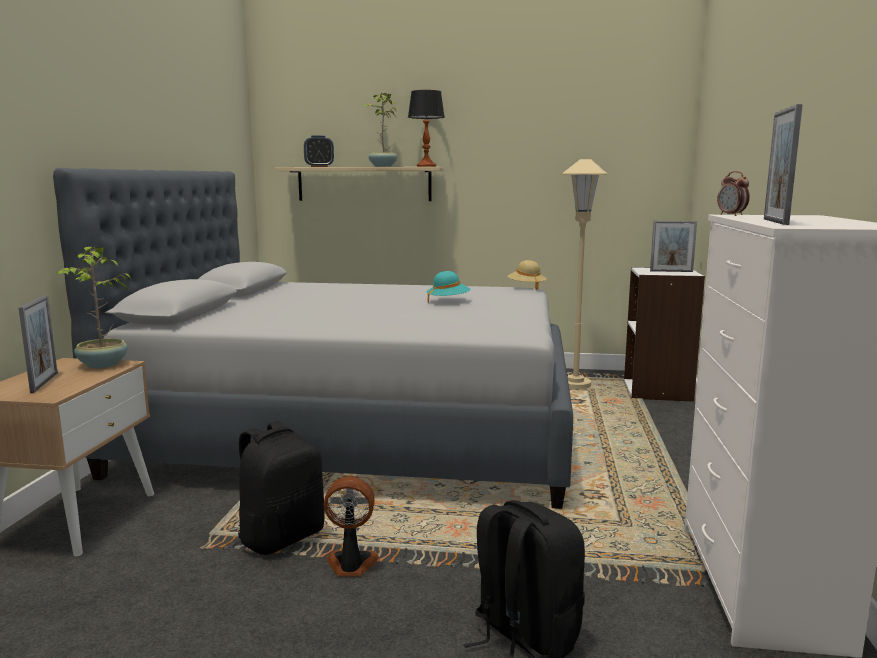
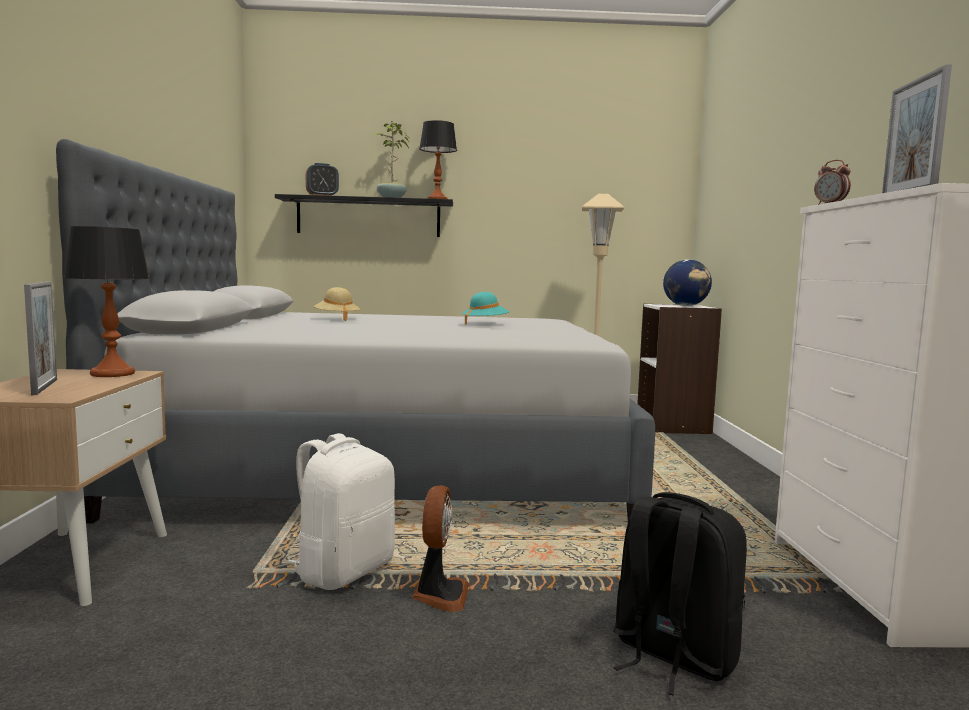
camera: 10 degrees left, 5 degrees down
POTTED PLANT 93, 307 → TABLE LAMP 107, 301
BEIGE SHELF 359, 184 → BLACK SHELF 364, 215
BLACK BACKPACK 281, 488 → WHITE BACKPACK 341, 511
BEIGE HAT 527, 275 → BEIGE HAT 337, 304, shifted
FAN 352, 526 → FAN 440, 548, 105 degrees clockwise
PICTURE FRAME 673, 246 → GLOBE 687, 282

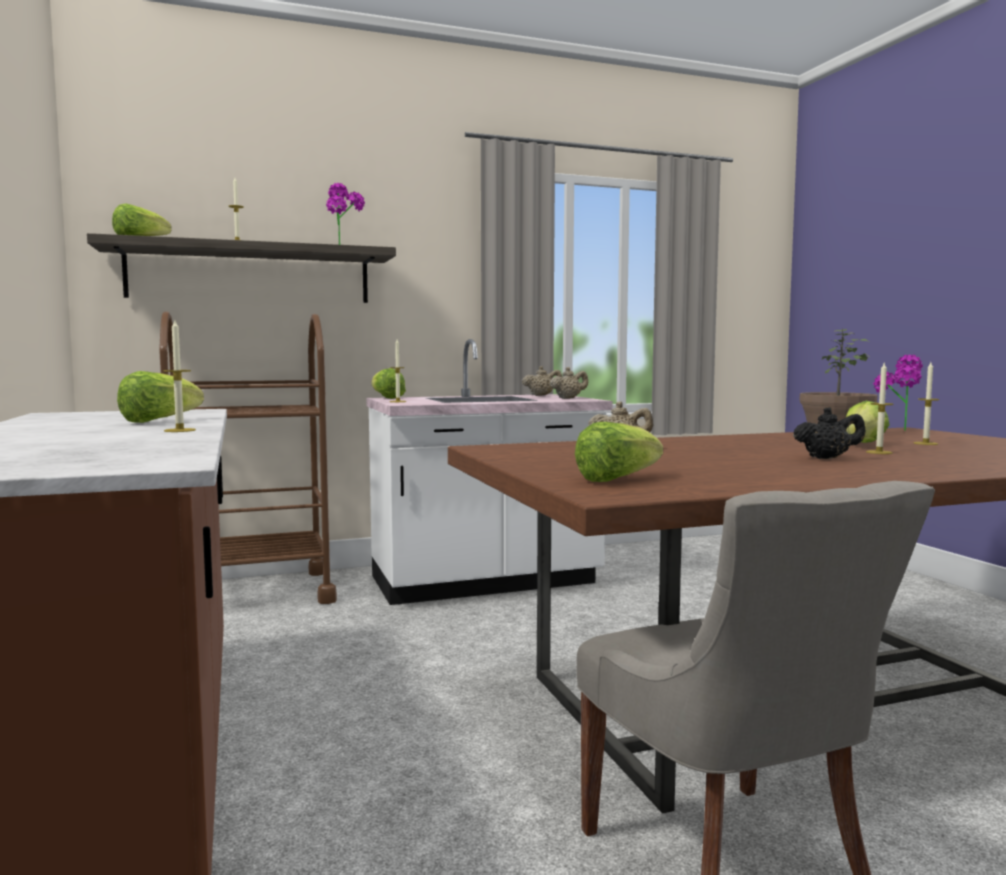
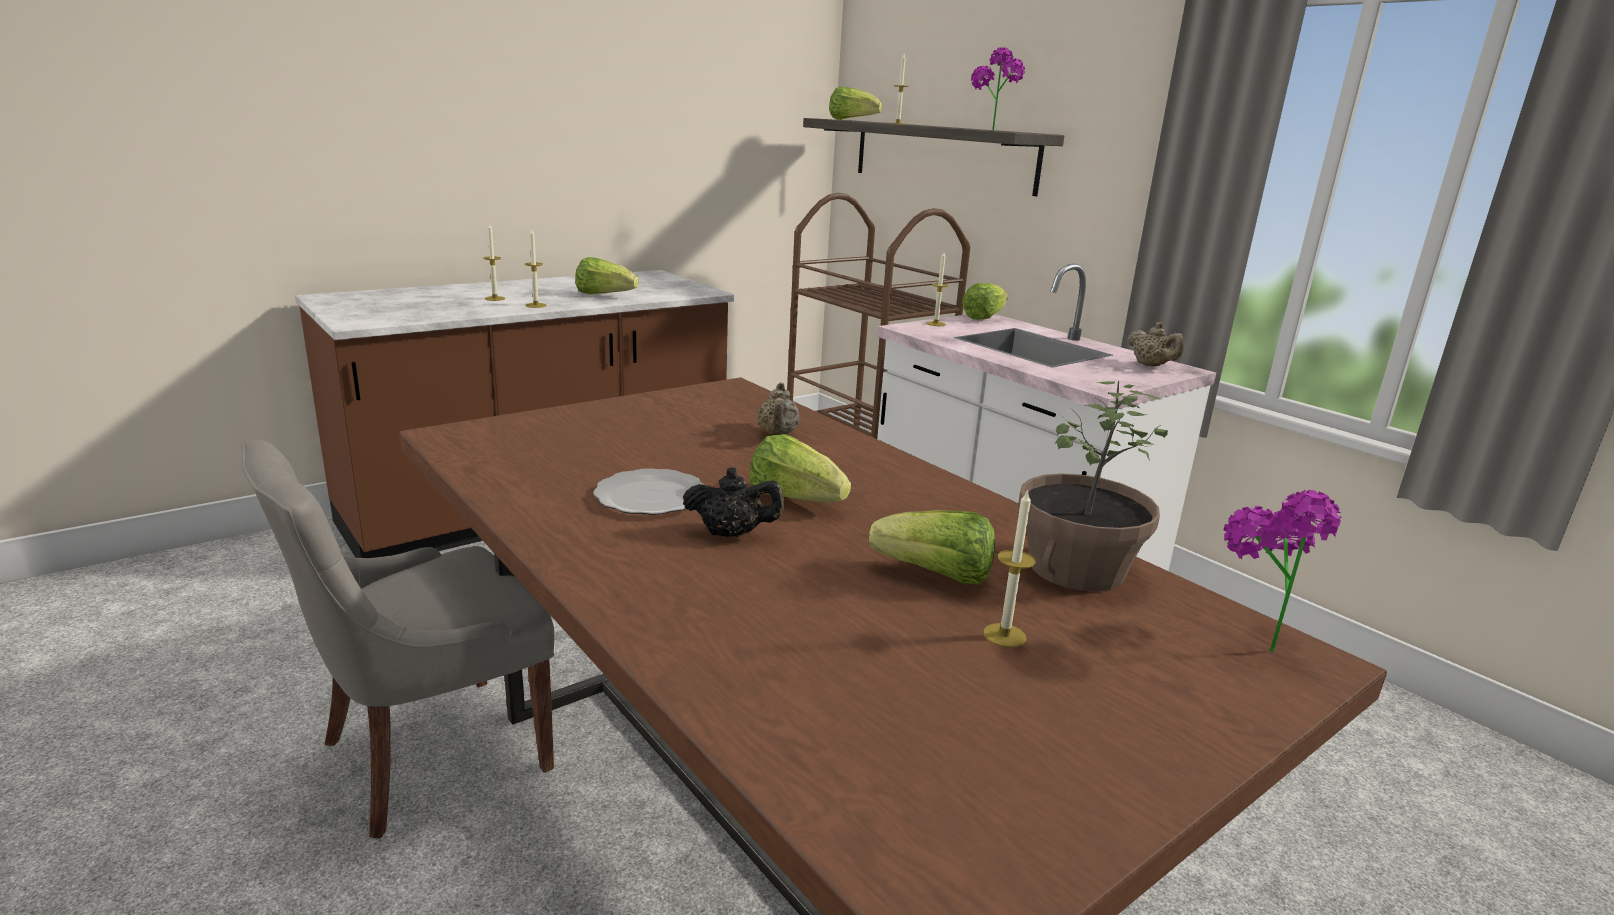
camera: 70 degrees right, 15 degrees up
CANDLE 879, 408 → CANDLE 494, 261, shifted
- → PLATE 649, 491
BLACK TEAPOT 829, 433 → BLACK TEAPOT 734, 502, 60 degrees counterclockwise
LETTUCE 619, 452 → LETTUCE 800, 468, shifted
BEIGE TEAPOT 569, 383 → -

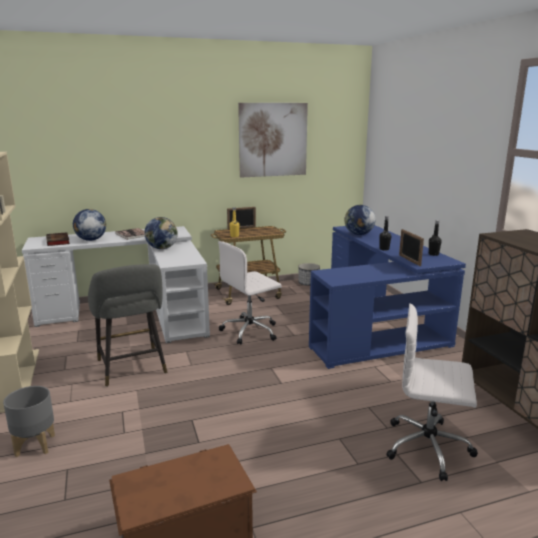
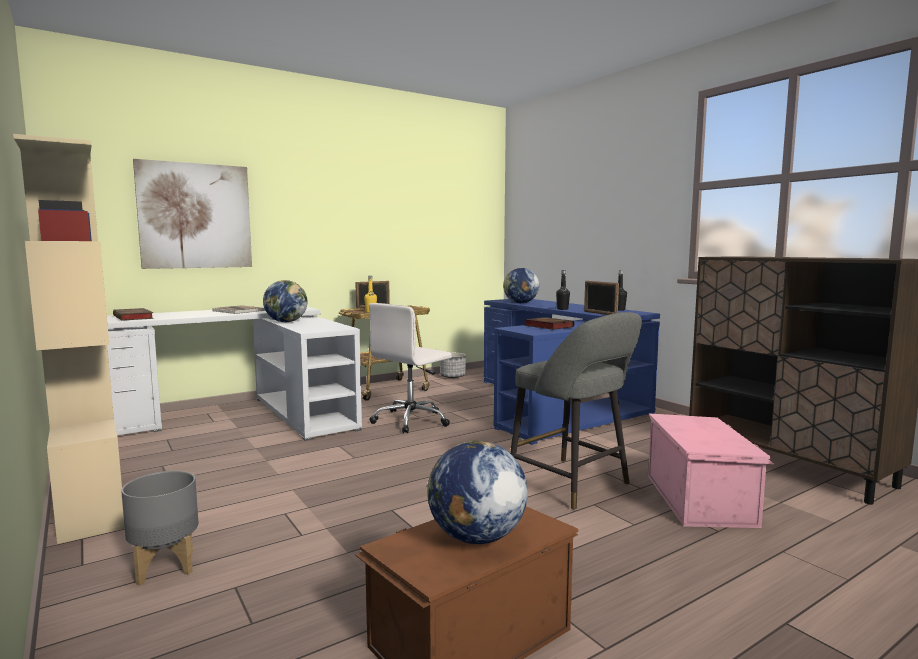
camera: 15 degrees left, 10 degrees down
PICTURE 273, 140 → PICTURE 192, 214, shifted
GLOBE 89, 225 → GLOBE 477, 492, shifted
GREY STOOL 127, 325 → GREY STOOL 576, 411, shifted
- → BOOK 549, 323
WHITE OFFICE CHAIR 432, 392 → PINK STORAGE BOX 711, 471

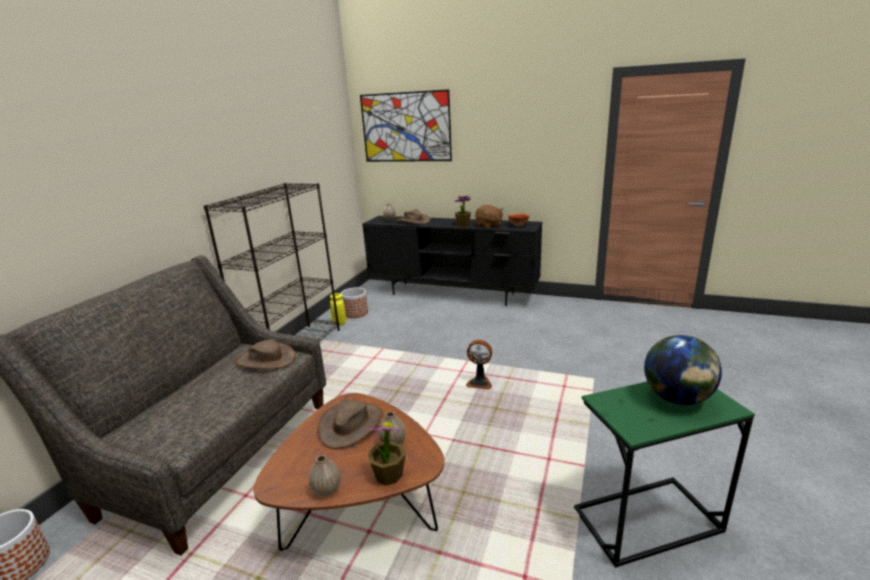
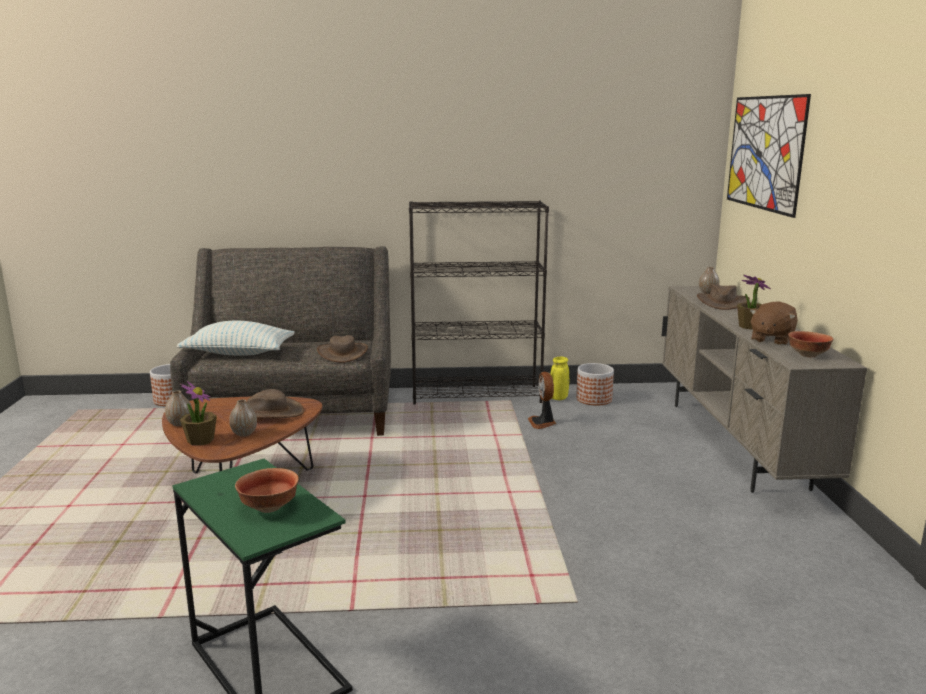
camera: 65 degrees right, 5 degrees down
- → PILLOW 236, 338
GLOBE 683, 370 → BOWL 267, 490
FAN 479, 364 → FAN 542, 400, shifted
BLACK TV STAND 452, 261 → BEIGE TV STAND 764, 389

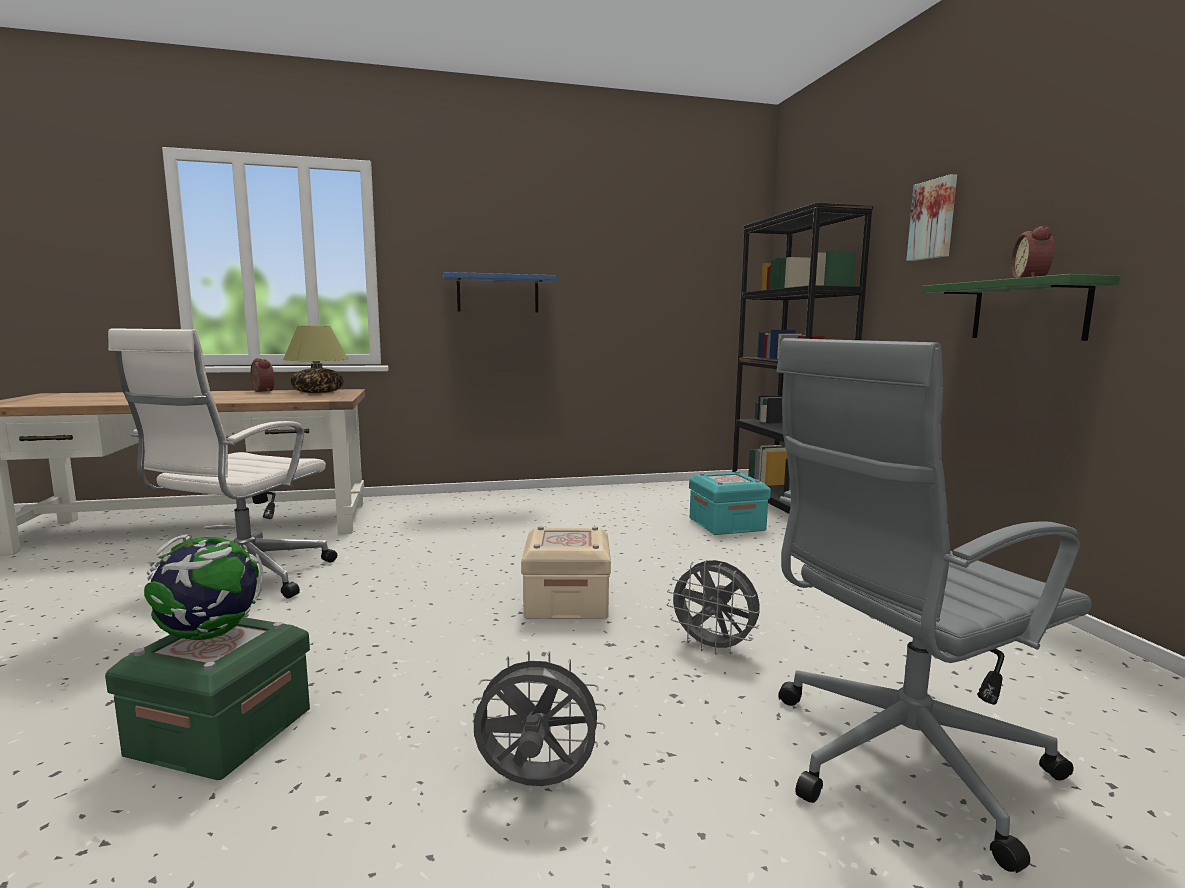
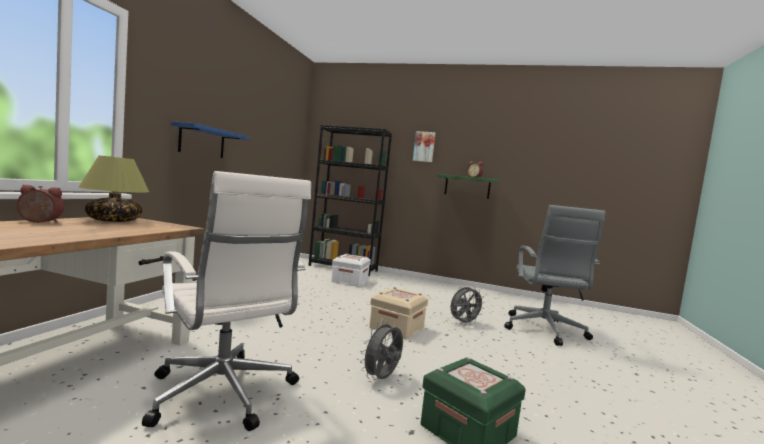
camera: 60 degrees left, 5 degrees down
TURQUOISE STORAGE BOX 730, 503 → WHITE STORAGE BOX 351, 270
GREY FAN 539, 718 → GREY FAN 381, 349, shifted
GLOBE 204, 582 → -

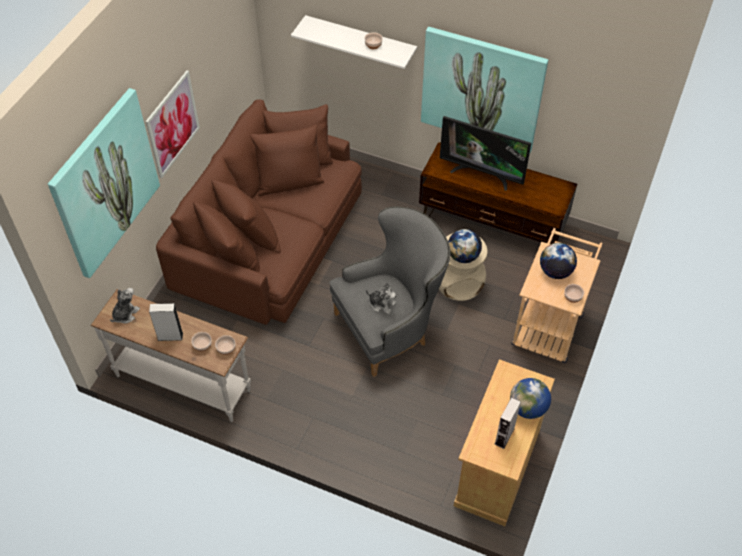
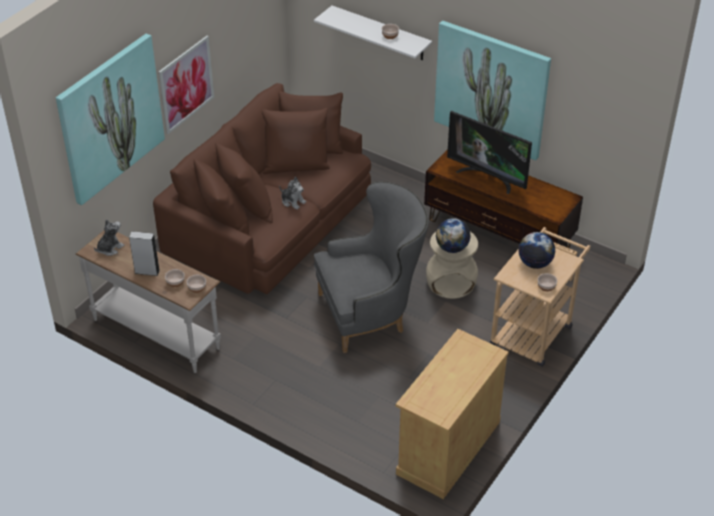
camera: 10 degrees right, 10 degrees down
PLUSH TOY 381, 298 → PLUSH TOY 292, 193, shifted
GREY SPEAKER 507, 423 → -
GLOBE 530, 398 → -

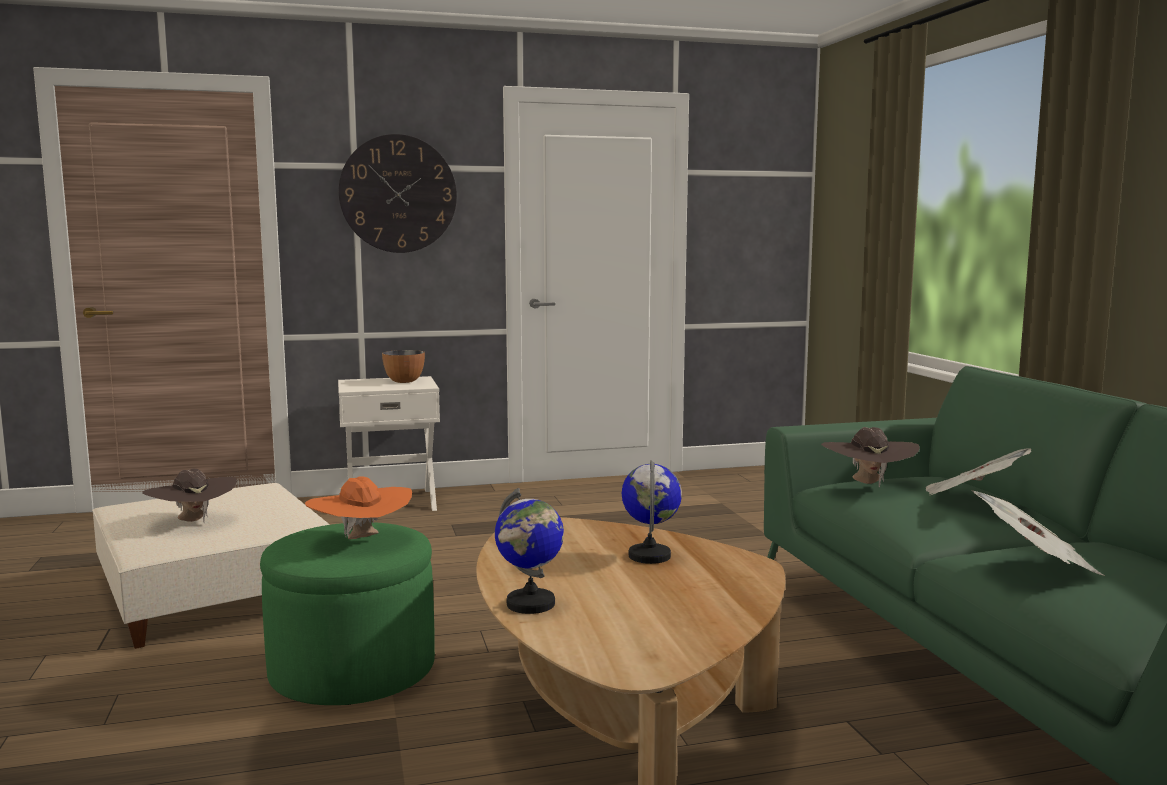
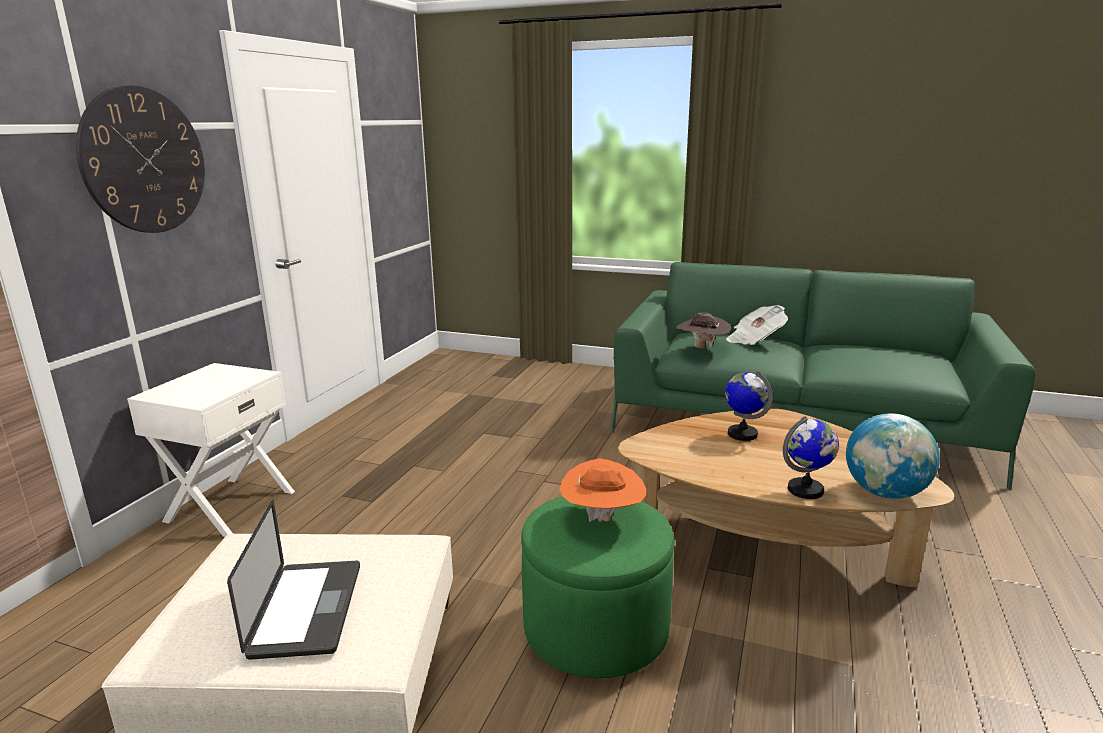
camera: 55 degrees left, 10 degrees up
BROWN HAT 189, 495 → LAPTOP 293, 580
- → GLOBE 893, 456
BOWL 403, 366 → -
NEWSPAPER 1038, 533 → -

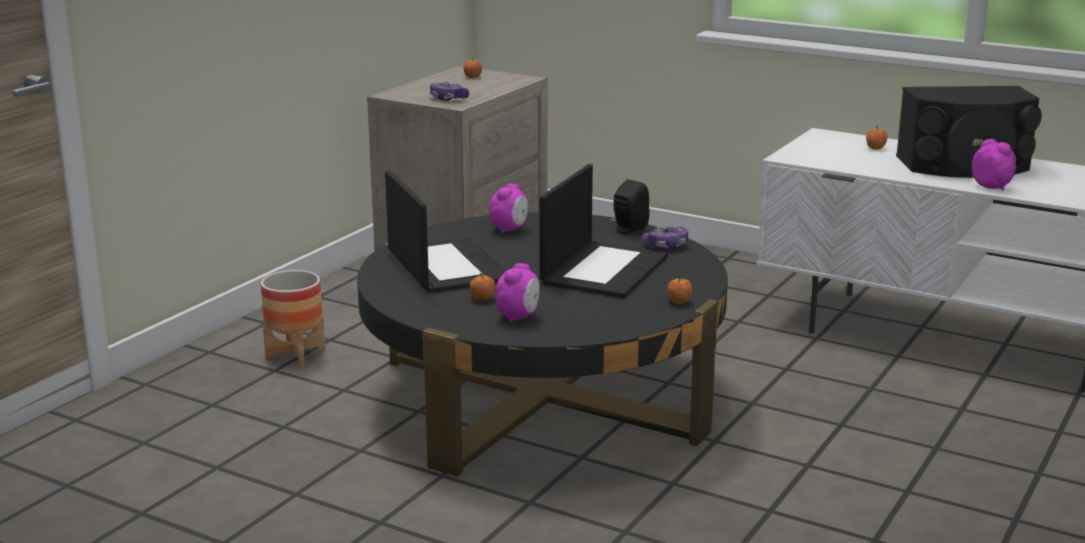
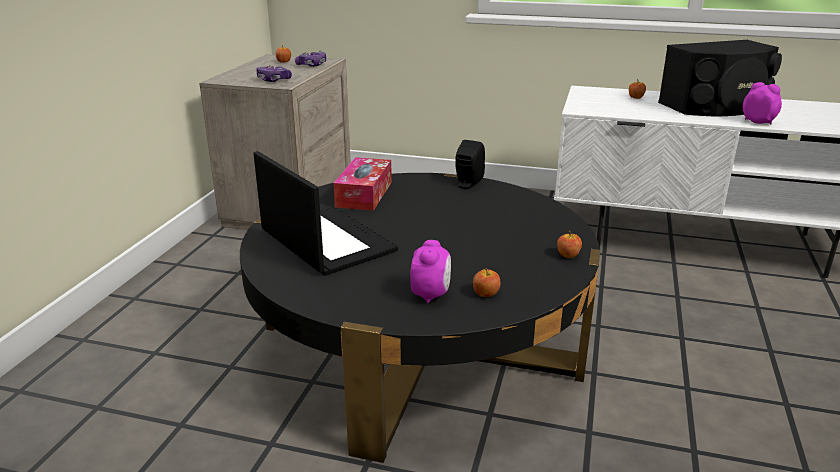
camera: 15 degrees left, 5 degrees up
GAME CONTROLLER 665, 237 → GAME CONTROLLER 310, 58, shifted
ALARM CLOCK 508, 208 → TISSUE BOX 362, 184
APPLE 482, 287 → APPLE 486, 282, shifted
PLANTER 293, 318 → -
LAPTOP 604, 231 → -

